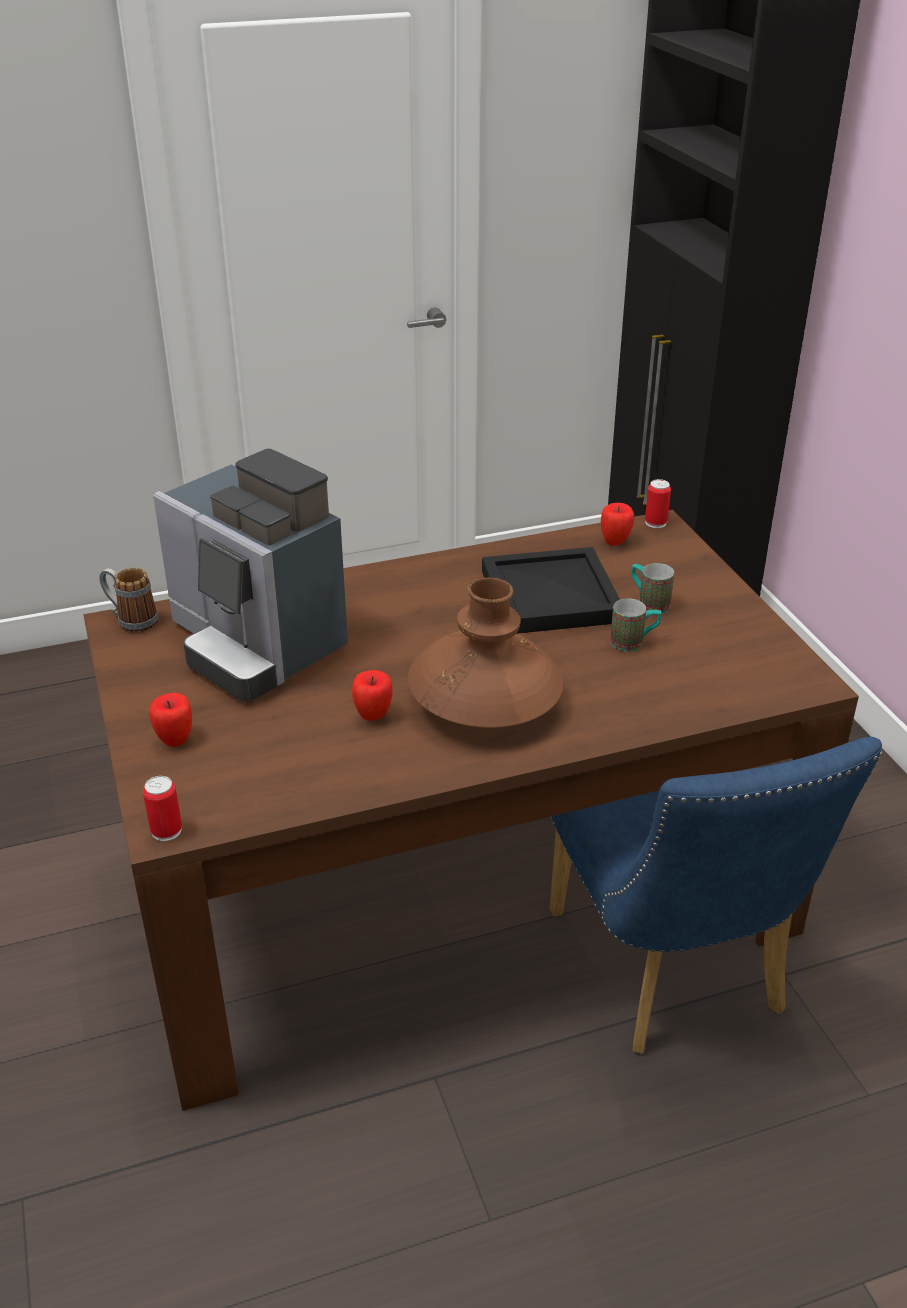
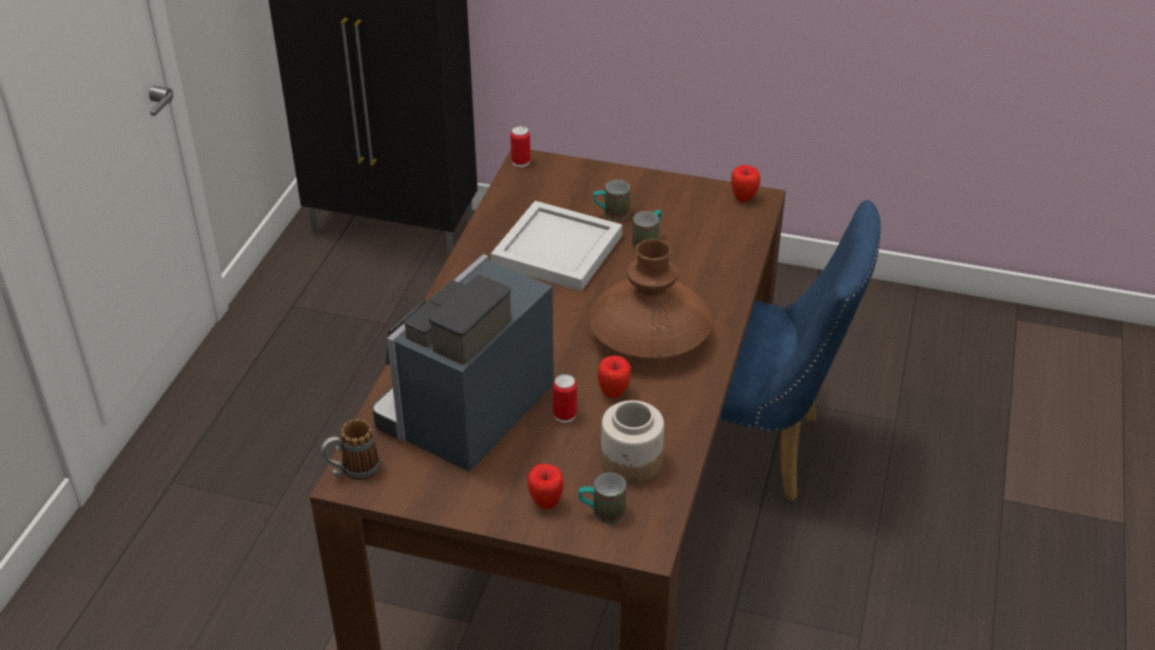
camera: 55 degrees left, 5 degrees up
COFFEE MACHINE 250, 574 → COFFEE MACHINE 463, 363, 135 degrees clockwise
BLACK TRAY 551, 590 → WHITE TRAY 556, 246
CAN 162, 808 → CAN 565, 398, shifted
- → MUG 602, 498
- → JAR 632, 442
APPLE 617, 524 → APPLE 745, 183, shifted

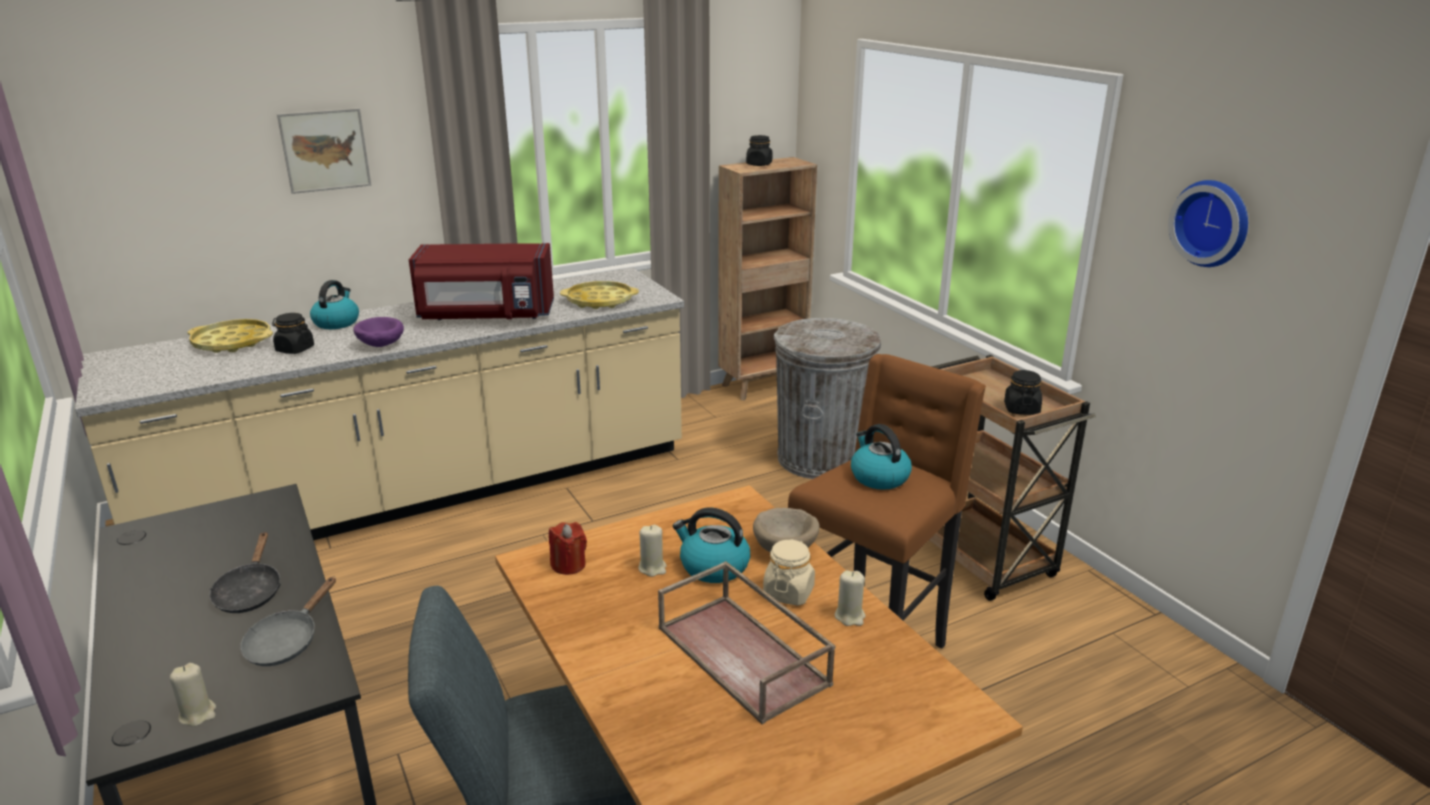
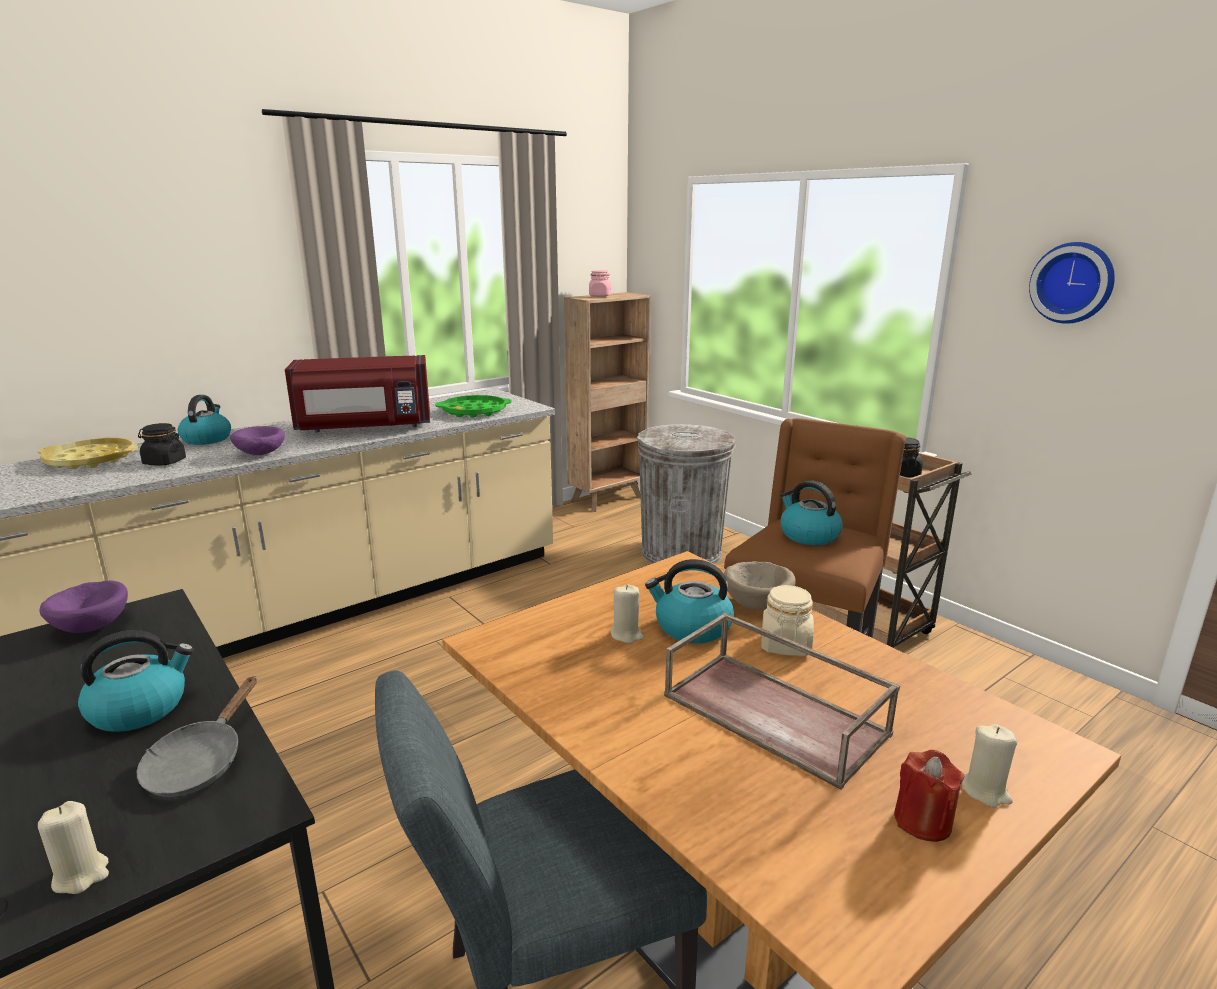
camera: 10 degrees left, 5 degrees down
- → PURPLE BOWL 83, 606
BLACK FRYING PAN 245, 572 → KETTLE 136, 681
YELLOW TRAY 599, 295 → GREEN TRAY 473, 406
BLACK JAR 759, 150 → PINK JAR 600, 283
RED CANDLE 568, 548 → RED CANDLE 929, 796, shifted
BEIGE CANDLE 850, 598 → BEIGE CANDLE 989, 765, shifted
PICTURE 324, 151 → -

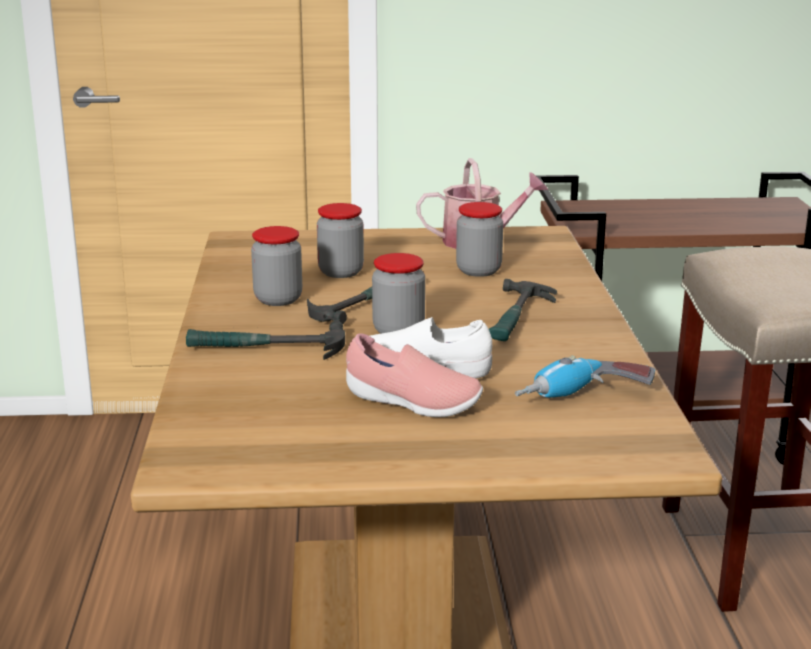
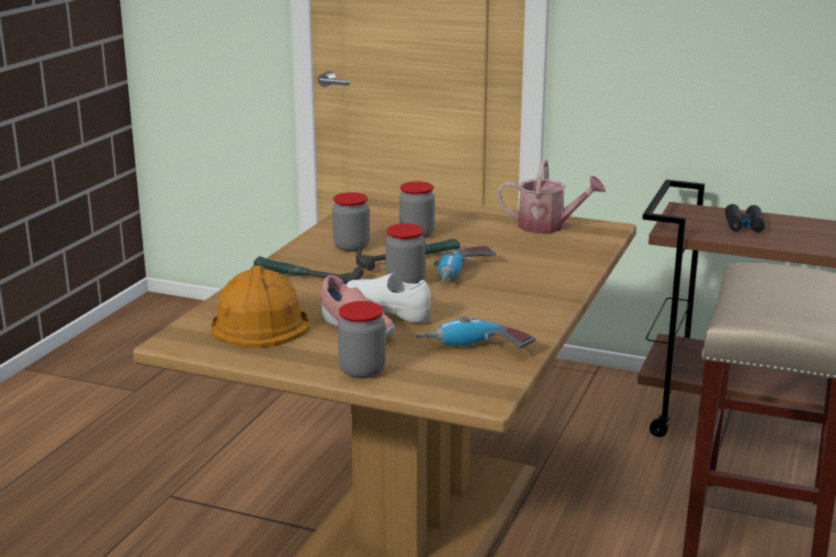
camera: 25 degrees right, 0 degrees up
- → ORANGE HARD HAT 260, 306
JAR 479, 239 → JAR 362, 339, shifted
- → POWER DRILL 465, 264
- → BLACK BINOCULARS 745, 218
HAMMER 523, 310 → -

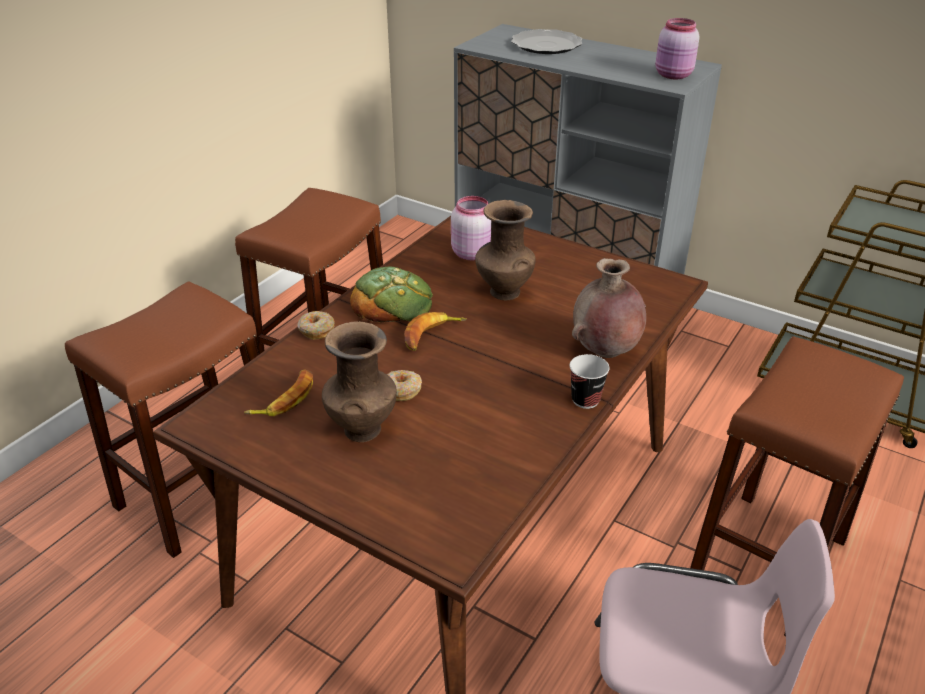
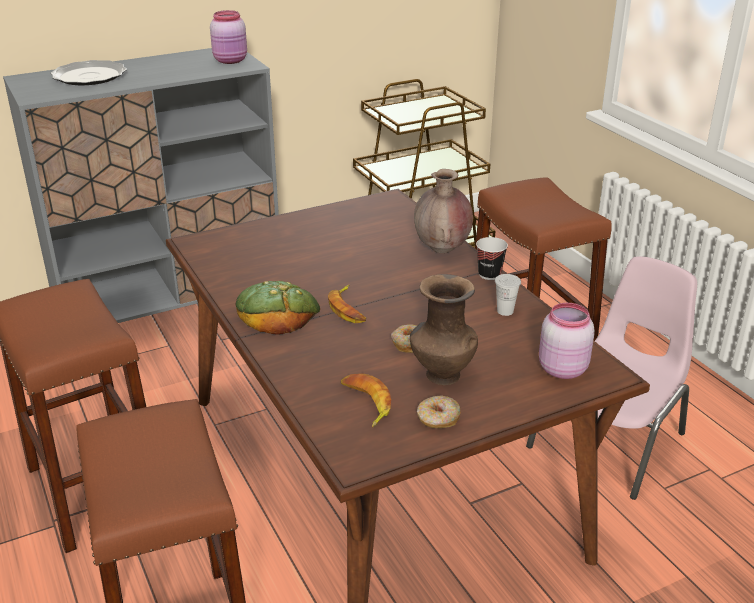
camera: 60 degrees left, 5 degrees down
DONUT 316, 325 → DONUT 439, 411, shifted
- → WHITE CUP 508, 295
PINK JAR 471, 228 → PINK JAR 567, 341, shifted
BROWN VASE 505, 250 → -

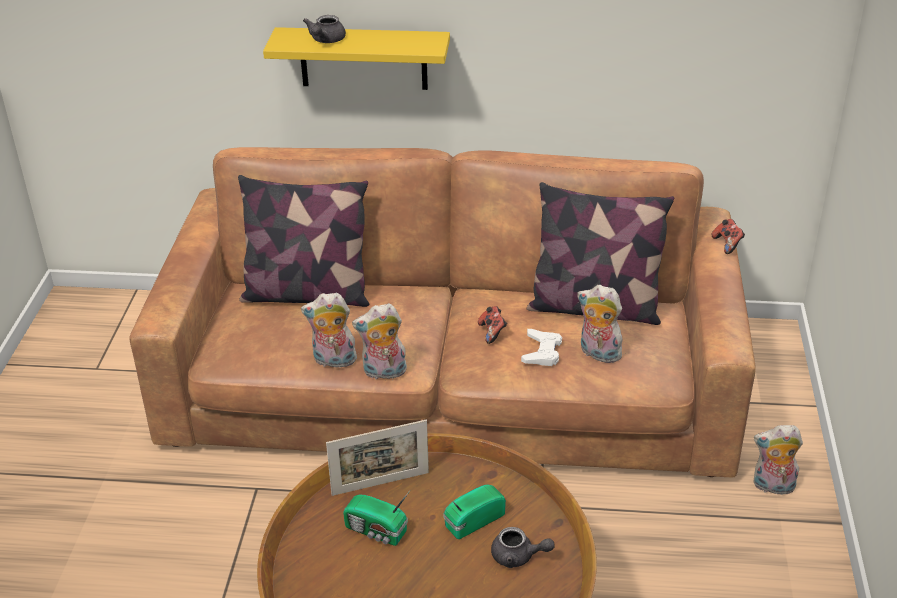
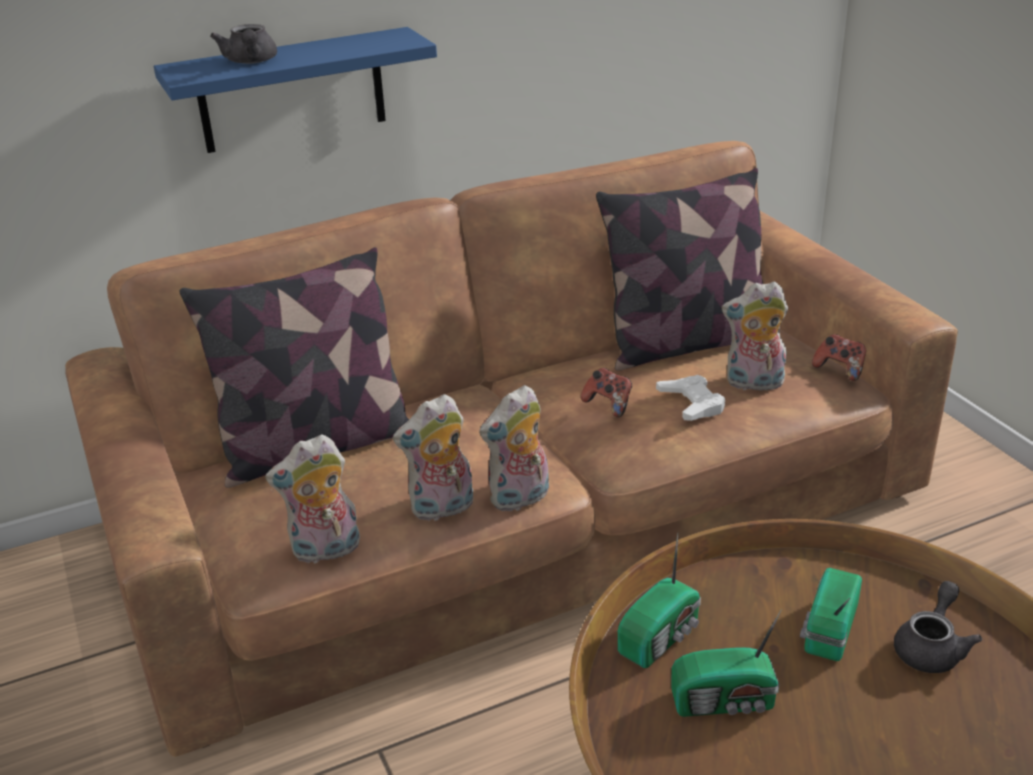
camera: 30 degrees left, 5 degrees down
YELLOW SHELF 356, 58 → BLUE SHELF 295, 90
PLUSH TOY 778, 460 → PLUSH TOY 312, 499, shifted
PICTURE FRAME 377, 458 → RADIO 659, 600
GAME CONTROLLER 728, 236 → GAME CONTROLLER 839, 357, shifted
GREY TEAPOT 523, 547 → GREY TEAPOT 938, 627, 45 degrees counterclockwise

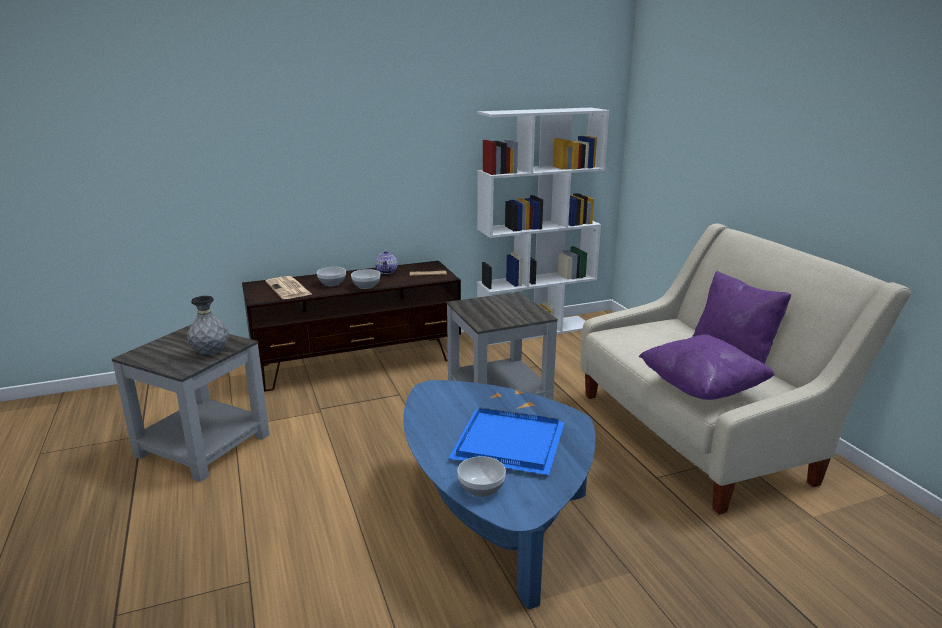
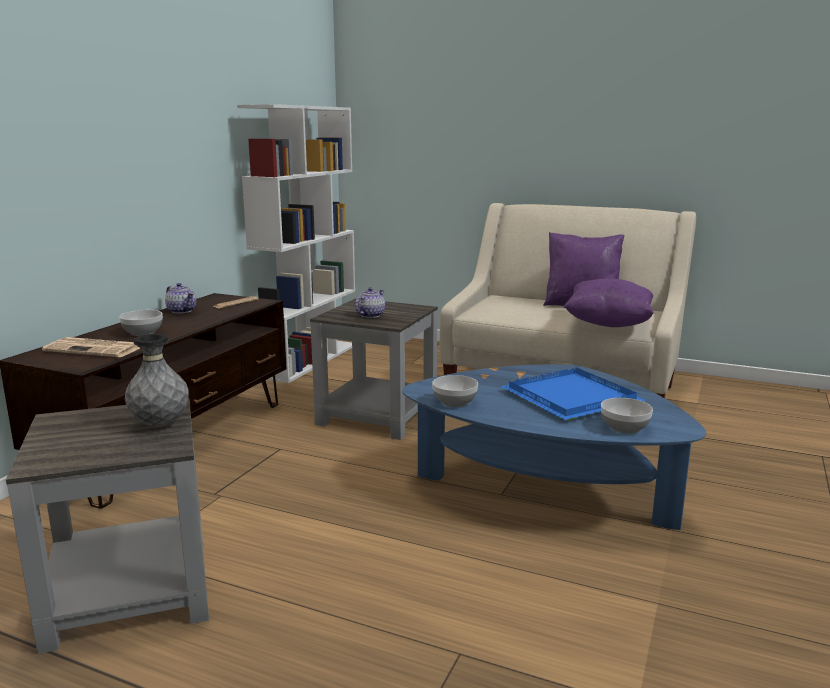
camera: 45 degrees left, 5 degrees down
- → TEAPOT 370, 302
BOWL 365, 279 → BOWL 455, 391, shifted

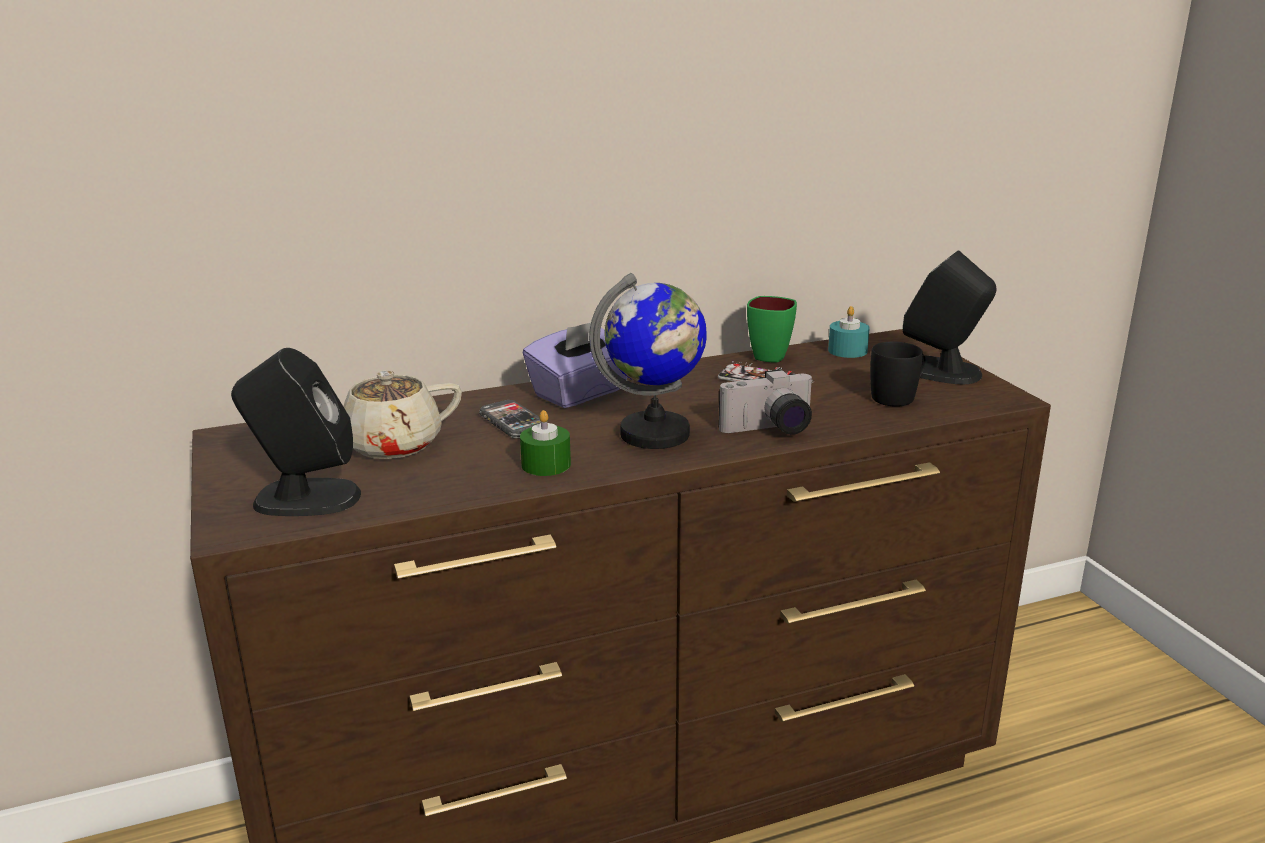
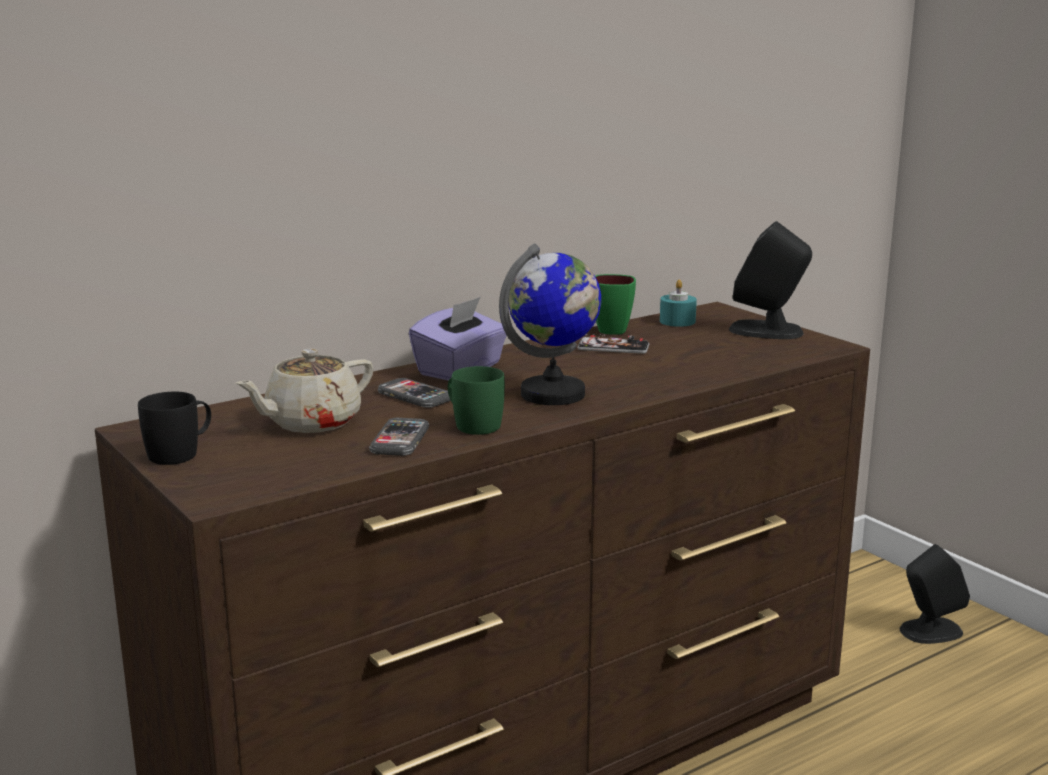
camera: 15 degrees left, 5 degrees down
BLACK MUG 897, 374 → BLACK MUG 174, 428, shifted
- → PHONE 399, 437
GREEN CANDLE 545, 443 → GREEN MUG 476, 400
BLACK SPEAKER 296, 432 → BLACK SPEAKER 934, 594, shifted
PHOTO CAMERA 766, 402 → -

